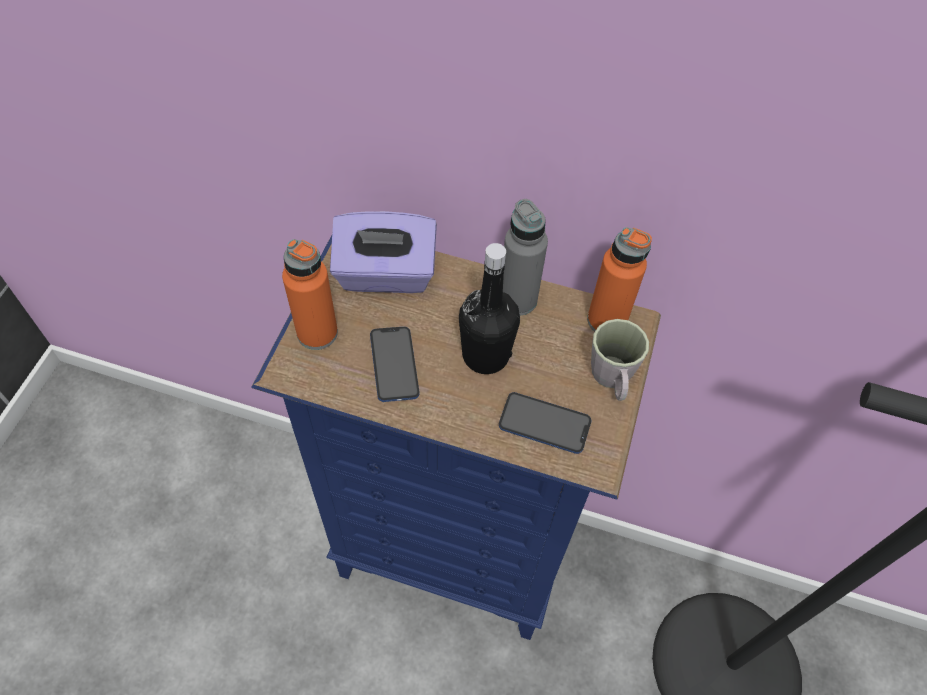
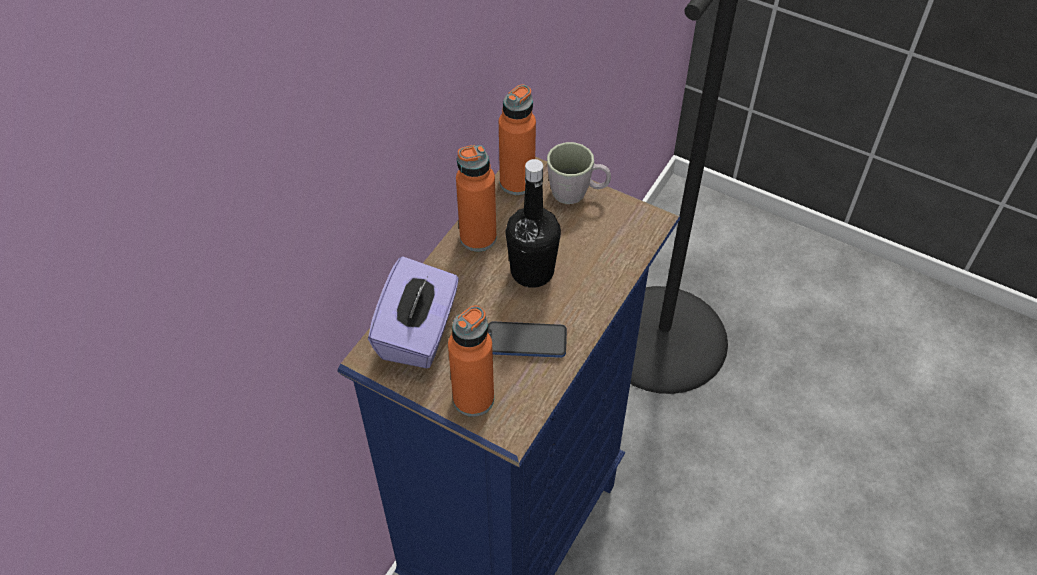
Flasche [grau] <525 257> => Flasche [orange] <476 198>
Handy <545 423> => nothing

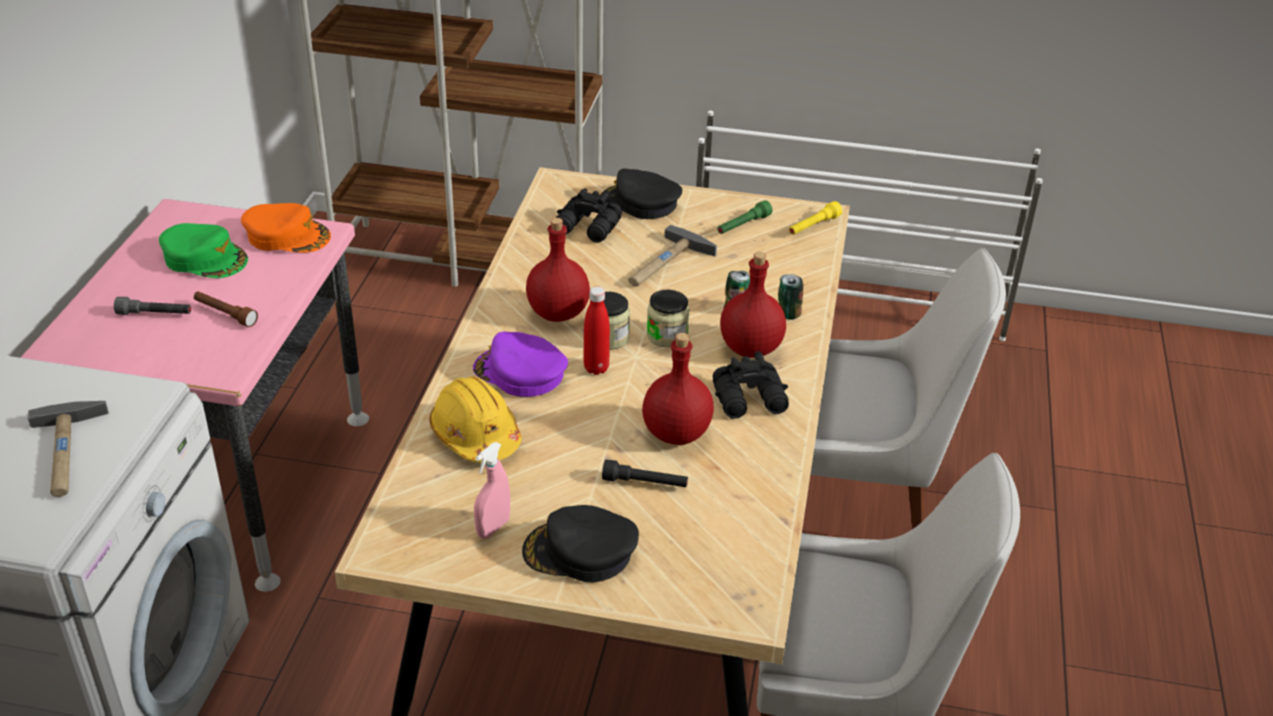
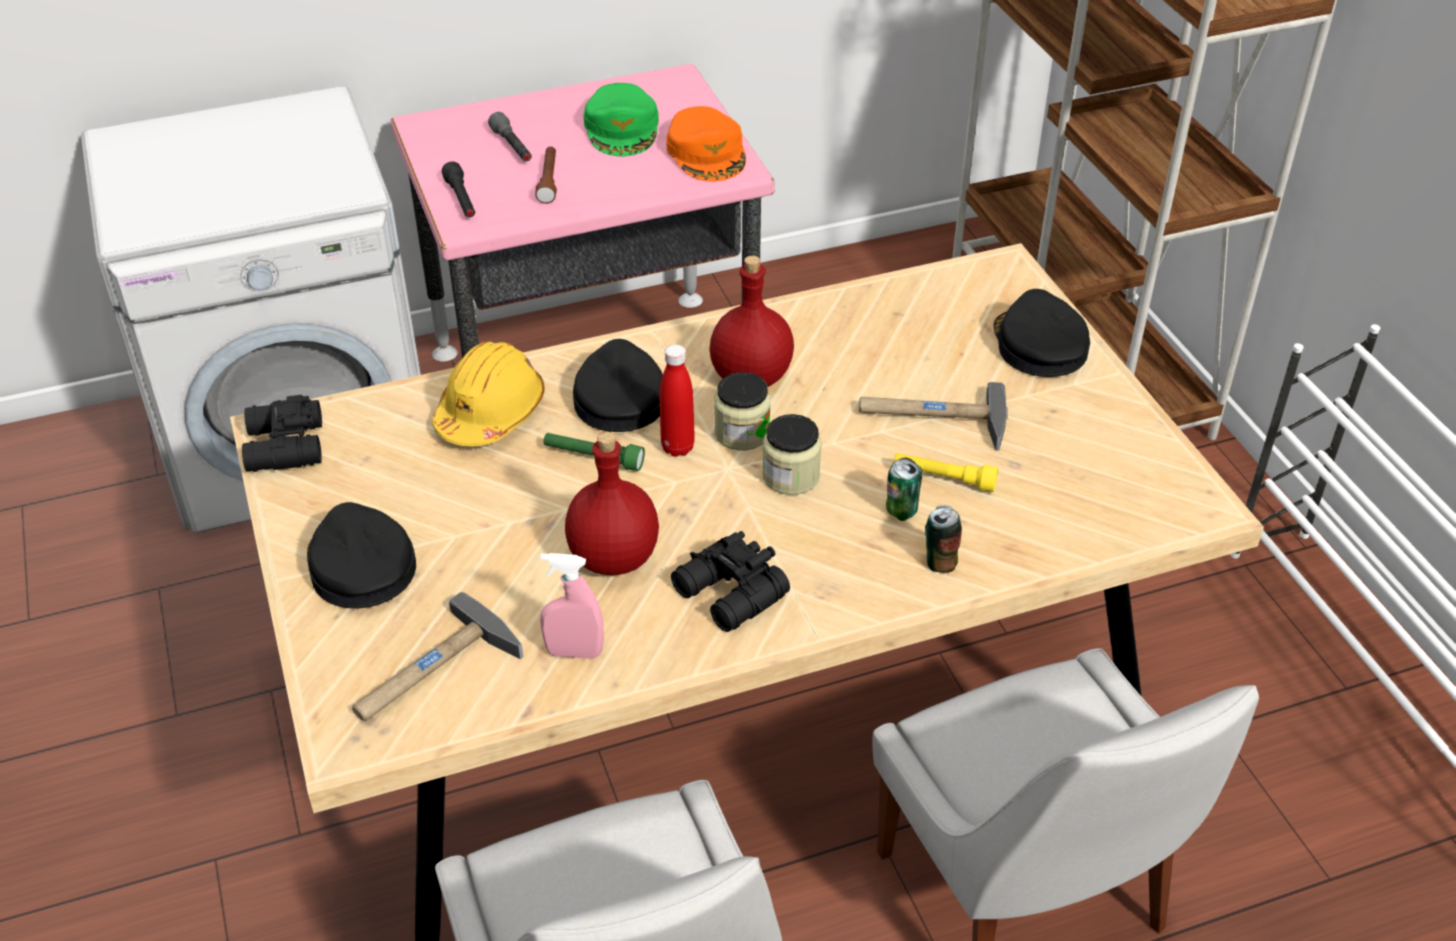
Fernglas [schwarz] <589 215> => Fernglas [schwarz] <282 433>, shifted
Hammer <68 449> => Hammer <437 656>, shifted
Taschenlampe [schwarz] <645 473> => Taschenlampe [schwarz] <458 189>, shifted
Sprühflasche [rosa] <492 490> => Sprühflasche [rosa] <572 606>, shifted
Taschenlampe [grün] <745 217> => Taschenlampe [grün] <594 452>, shifted
Kappe [lila] <520 364> => Kappe [schwarz] <618 385>
Taschenlampe [gelb] <815 218> => Taschenlampe [gelb] <946 472>, shifted
Flasche [rot] <753 305> => nothing

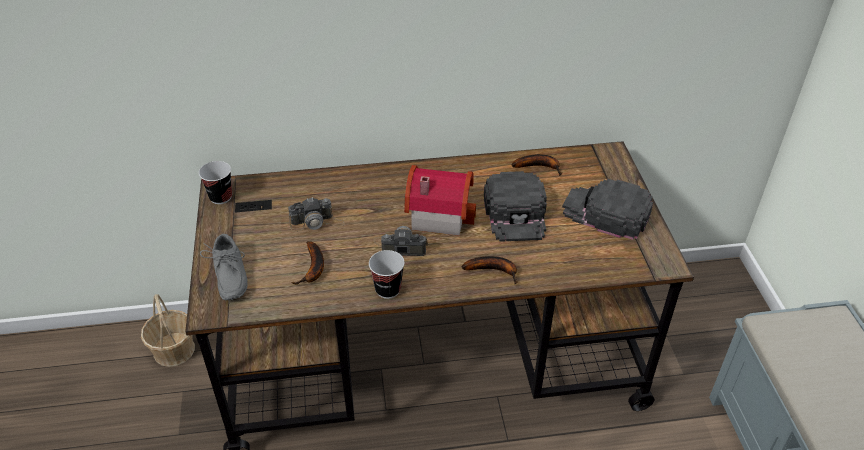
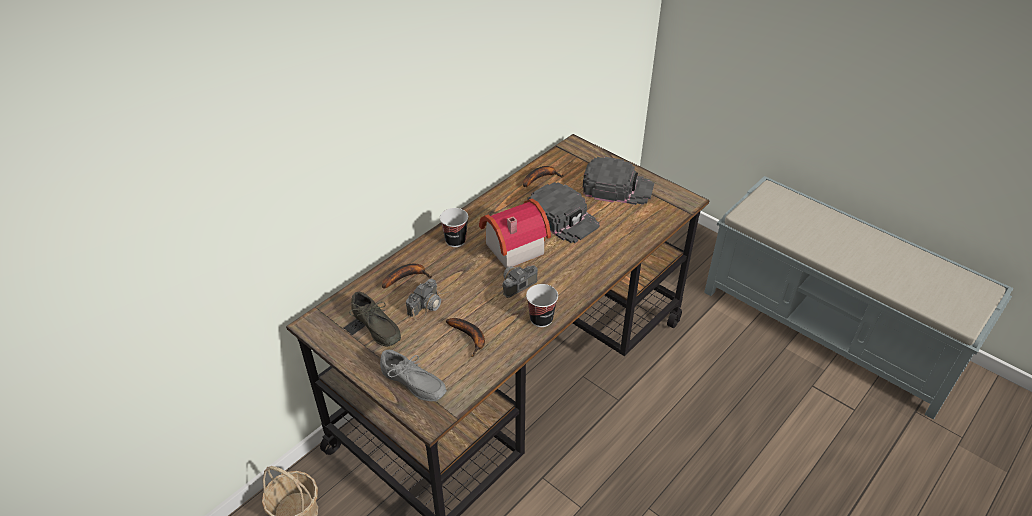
nothing => Schuh [grau] <375 319>
Banane <490 270> => Banane <407 276>, shifted
Tasse <215 182> => Tasse <454 227>, shifted
Kappe [schwarz] <607 209> => Kappe [schwarz] <618 181>, 150 degrees counterclockwise

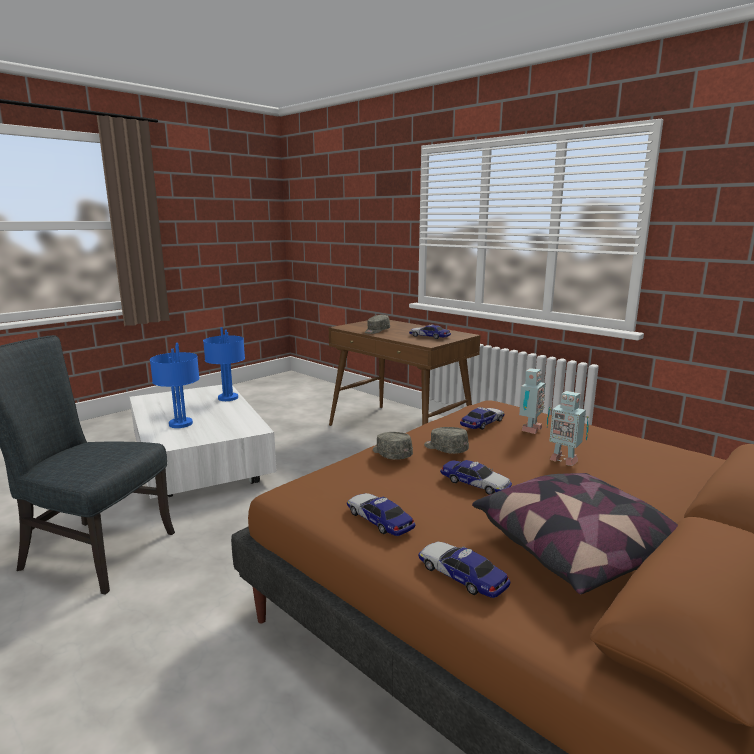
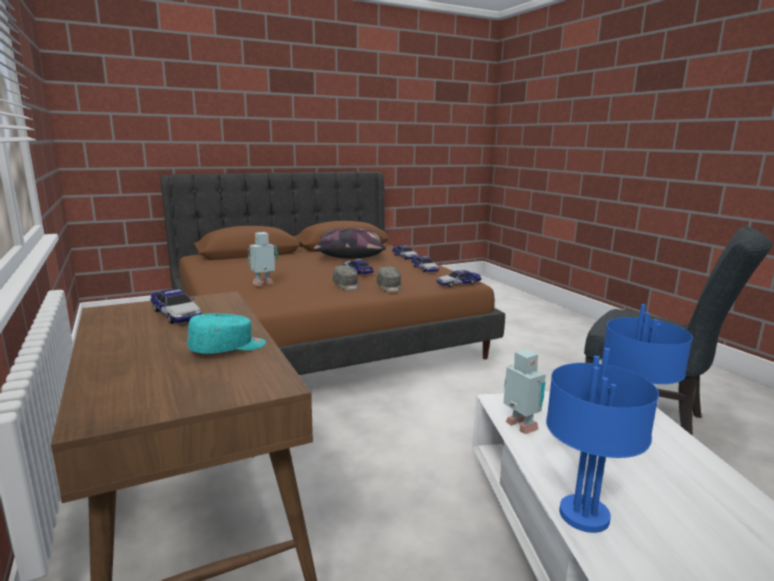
Kappe [grau] <377 324> => Kappe [türkis] <226 333>
Spielzeugauto <482 418> => Spielzeugauto <459 278>, shifted
Spielzeugroboter <568 428> => Spielzeugroboter <524 391>, shifted

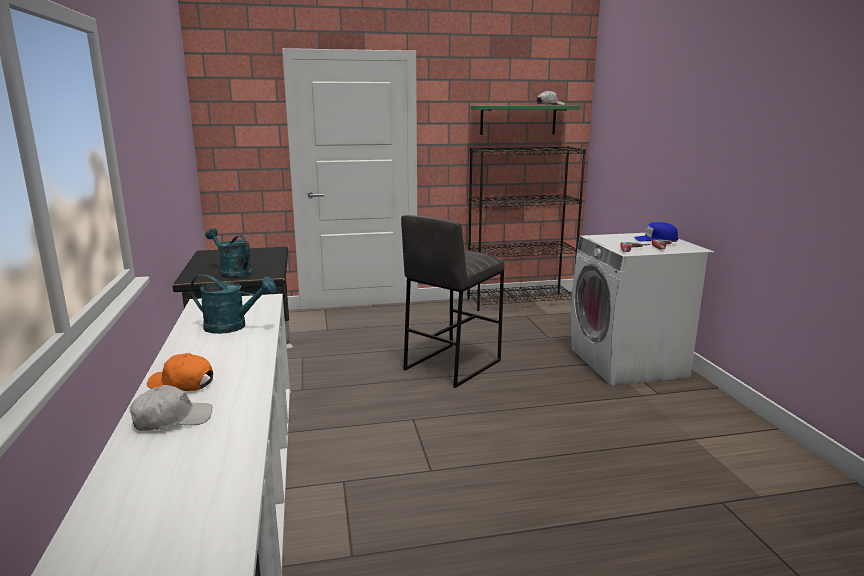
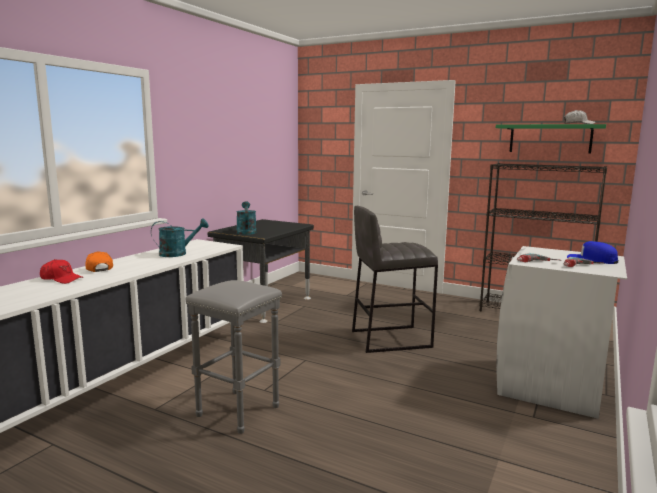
Kappe [weiß] <170 408> => Kappe [rot] <61 271>
Gießkanne [türkis] <233 304> => Gießkanne [türkis] <180 238>, 75 degrees counterclockwise
nothing => Hocker [grau] <233 357>

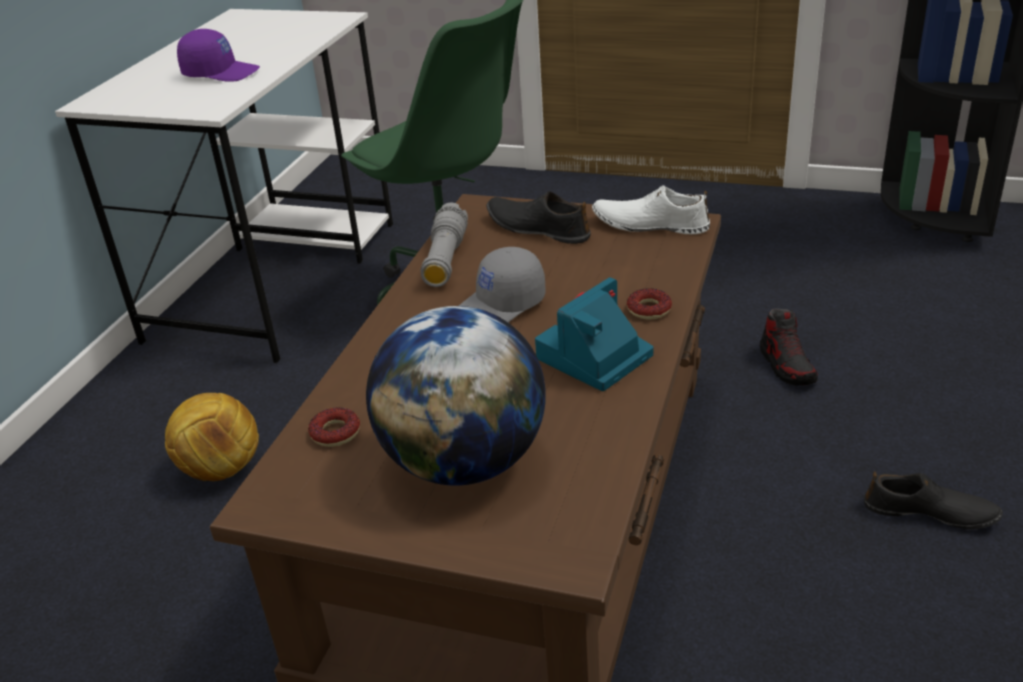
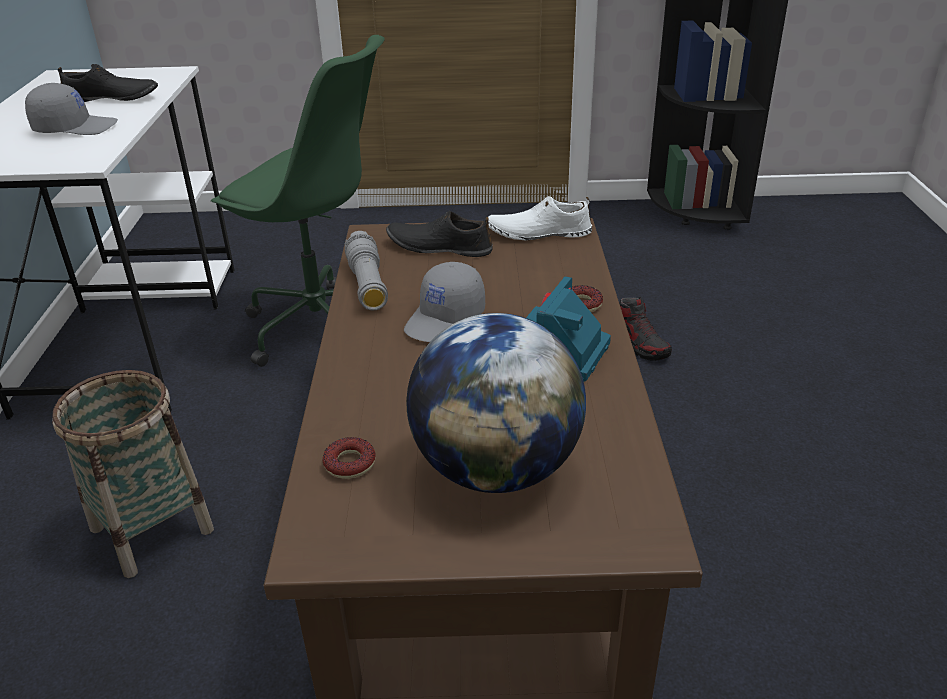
Kappe [lila] <218 55> => Kappe [grau] <71 109>
Fußball <212 437> => Korb <133 474>
Schuh [schwarz] <933 500> => Schuh [schwarz] <108 83>, shifted

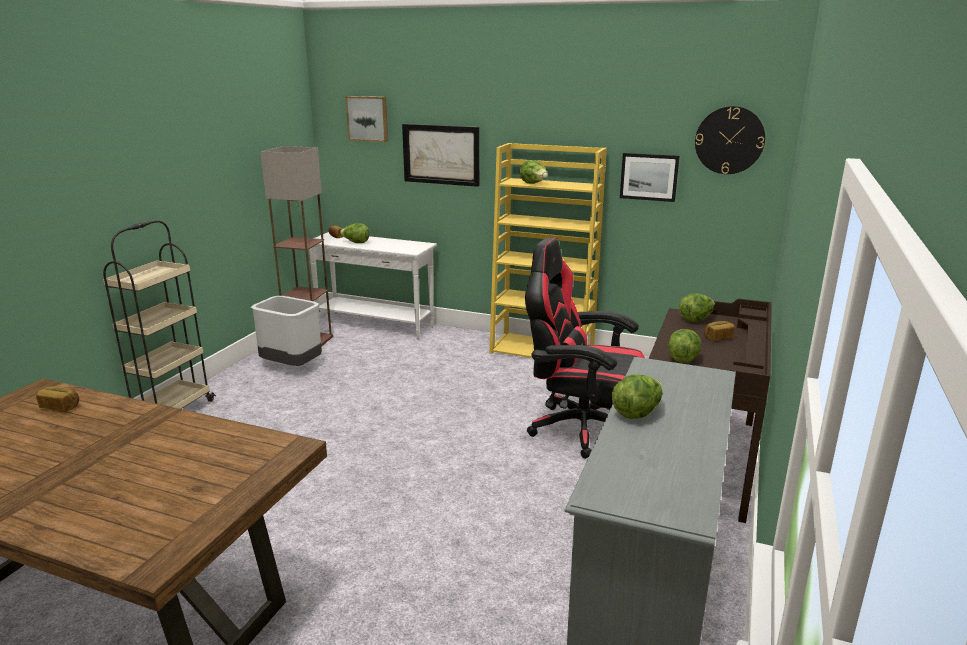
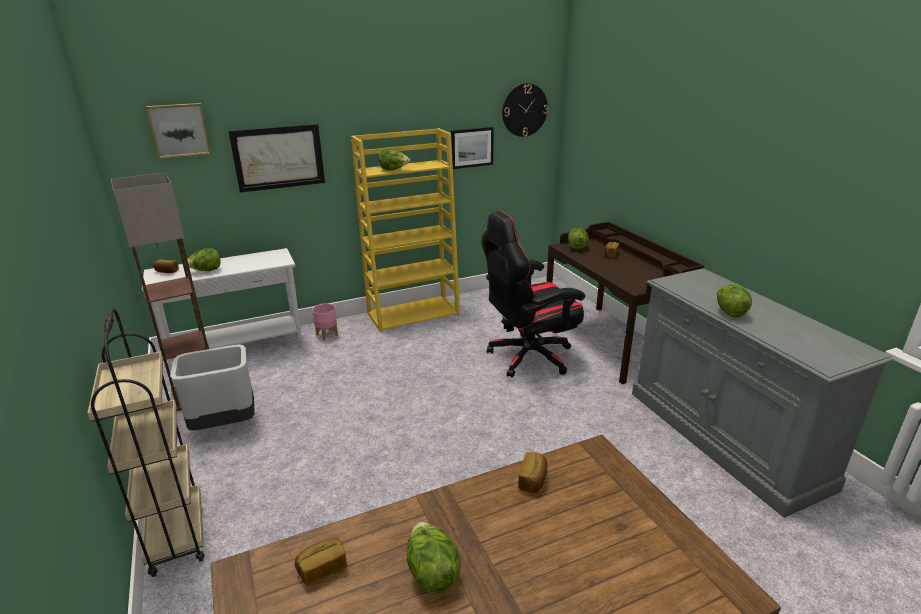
nothing => Pflanzkübel [rosa] <325 322>
Salatkopf <684 346> => Salatkopf <434 558>, shifted
nothing => Brot <532 472>

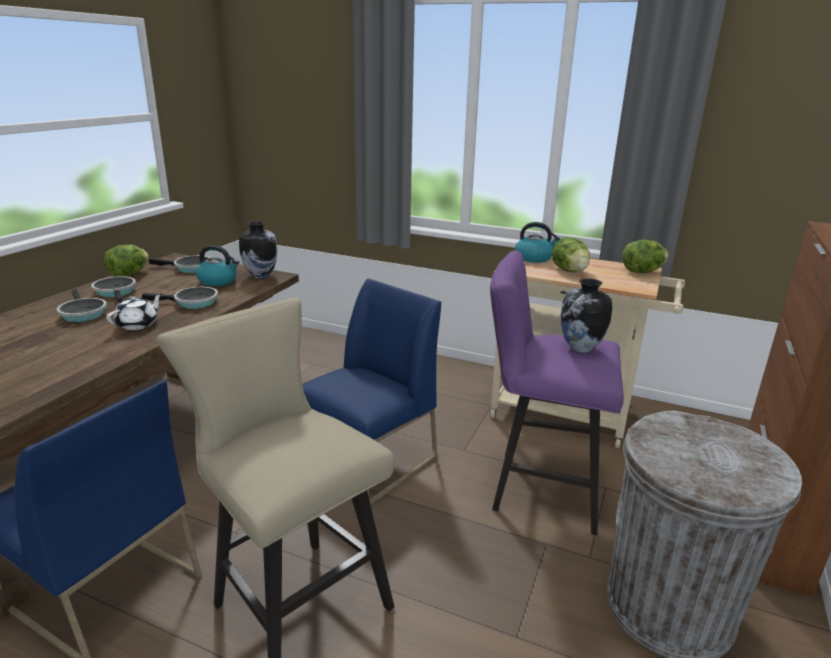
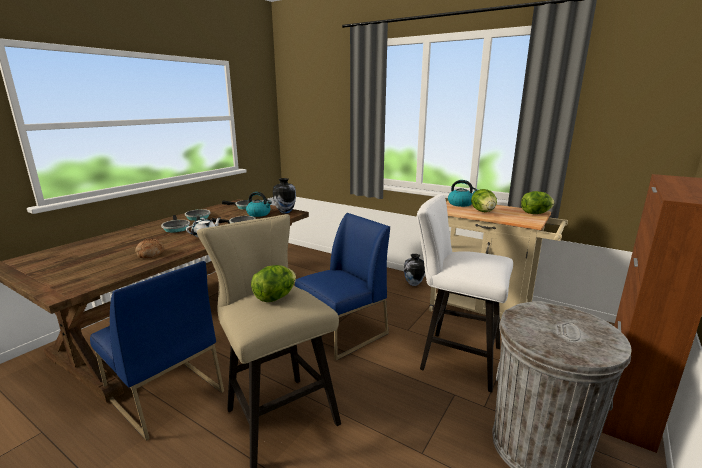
nothing => Brot <149 248>
Salatkopf <126 261> => Salatkopf <273 283>, shifted
Vase <586 315> => Vase <414 270>, shifted
Hocker [lila] <557 393> => Hocker [weiß] <465 293>

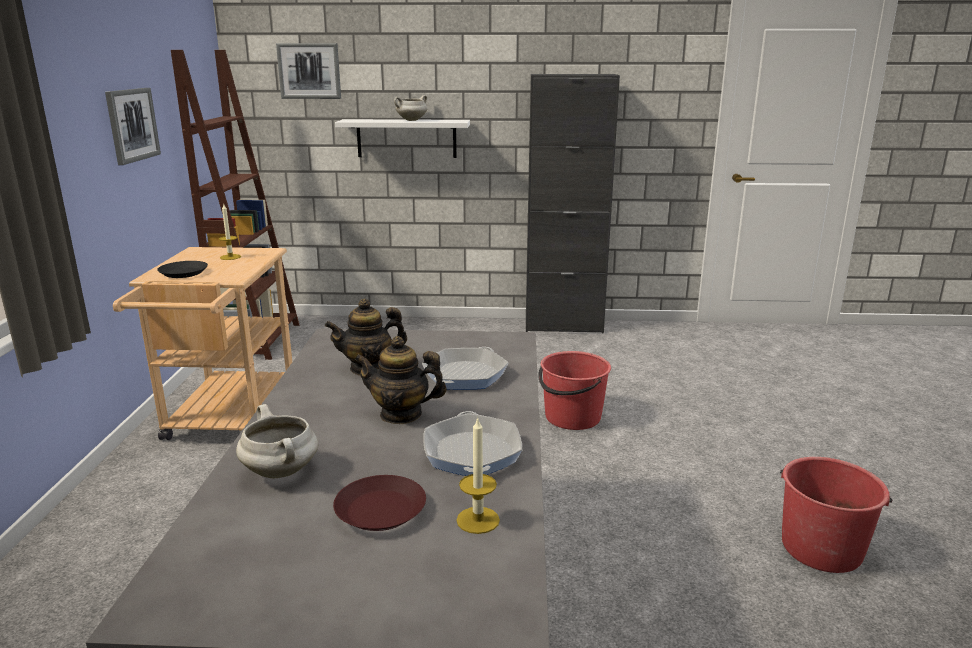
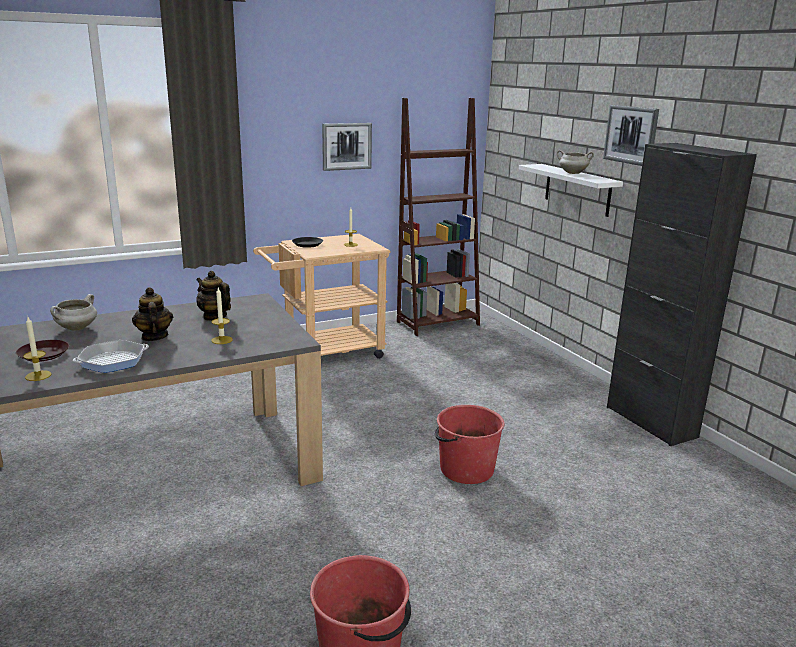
Pfanne <465 368> => Kerze <222 316>
Bild <308 71> => Bild <631 135>, shifted

